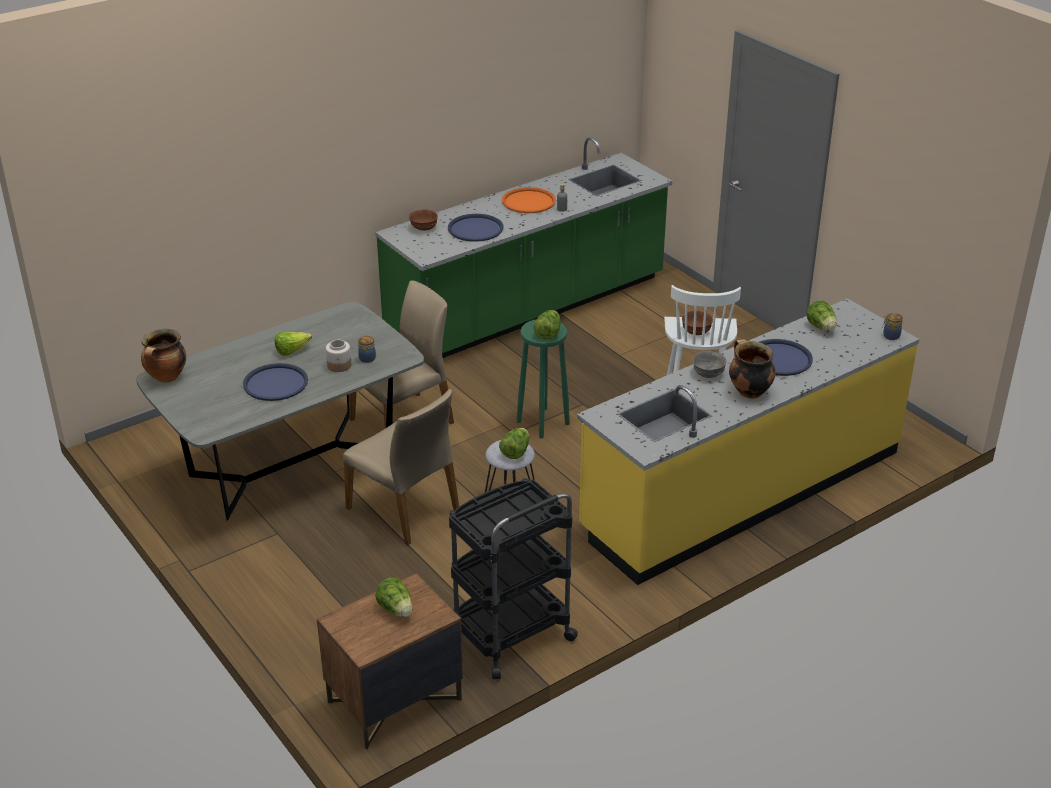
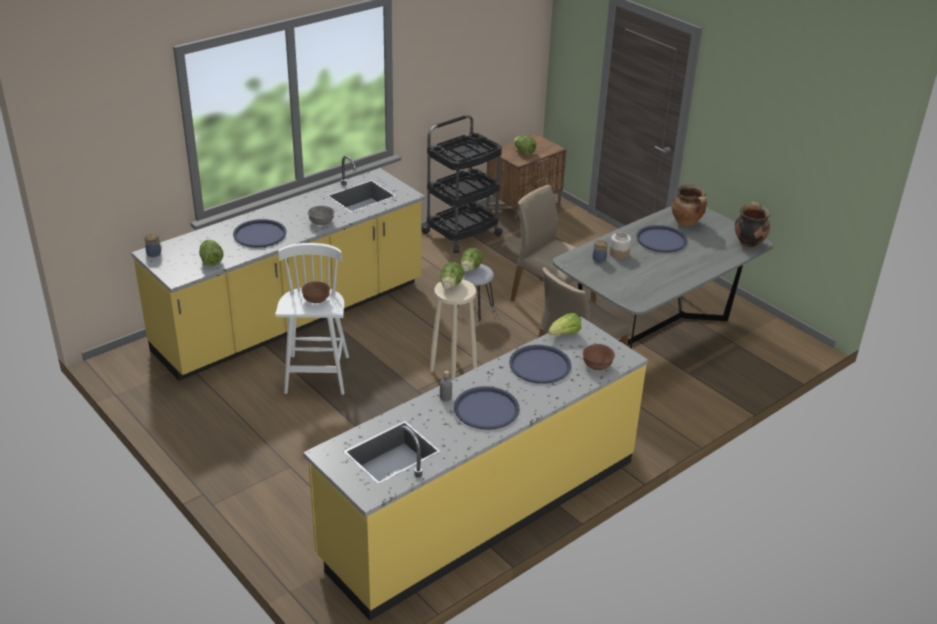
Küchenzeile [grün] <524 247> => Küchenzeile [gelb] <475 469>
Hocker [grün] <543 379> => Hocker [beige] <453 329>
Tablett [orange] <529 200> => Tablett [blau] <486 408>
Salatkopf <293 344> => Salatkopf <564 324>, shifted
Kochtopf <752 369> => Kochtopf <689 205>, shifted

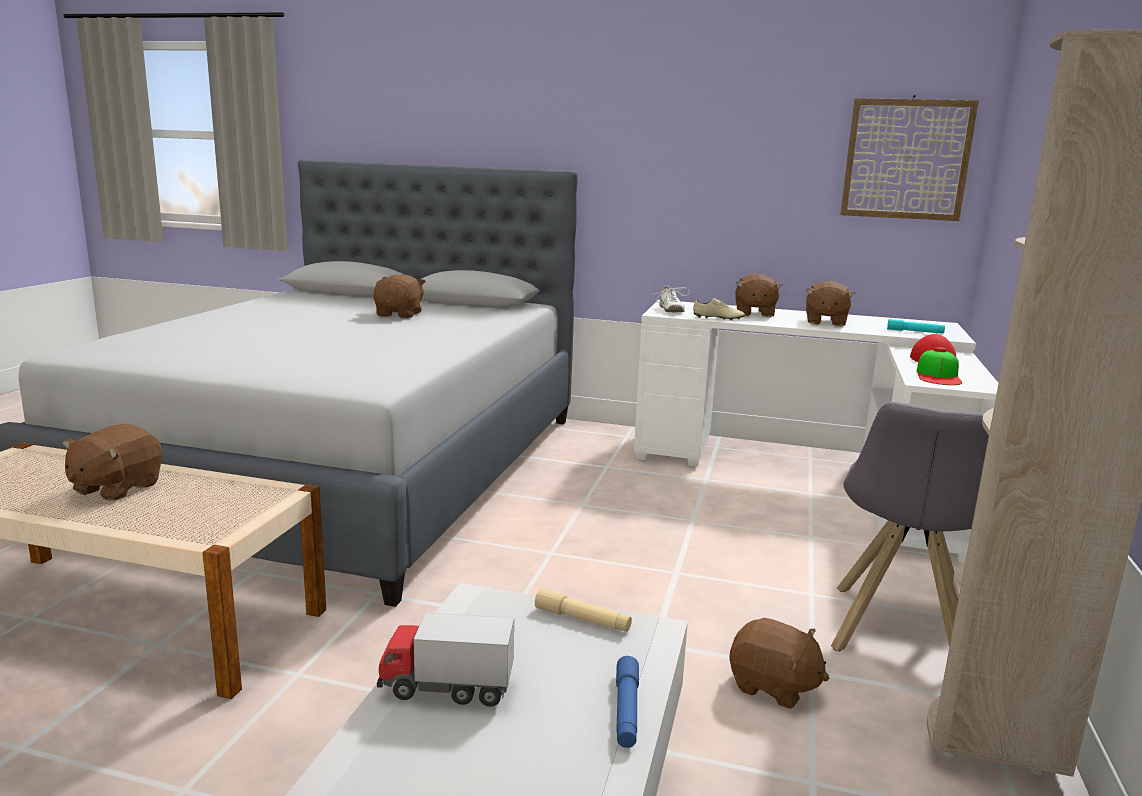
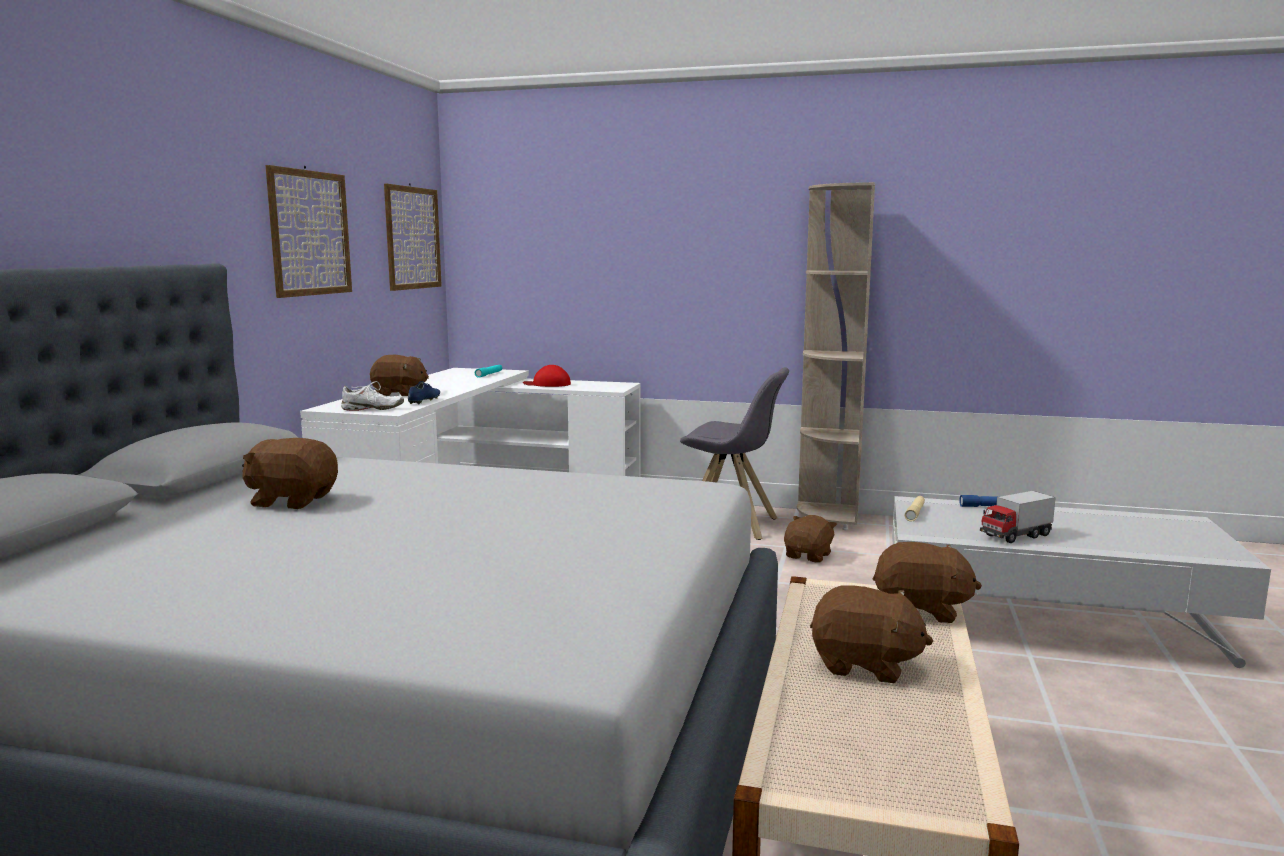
nothing => Bild <308 231>
Schuh [beige] <719 309> => Schuh [blau] <424 392>
Plüschtier [braun] <830 304> => Plüschtier [braun] <927 582>, shifted
Spielzeuglaster <445 660> => Spielzeuglaster <1018 517>, 60 degrees clockwise
Kappe <939 366> => nothing

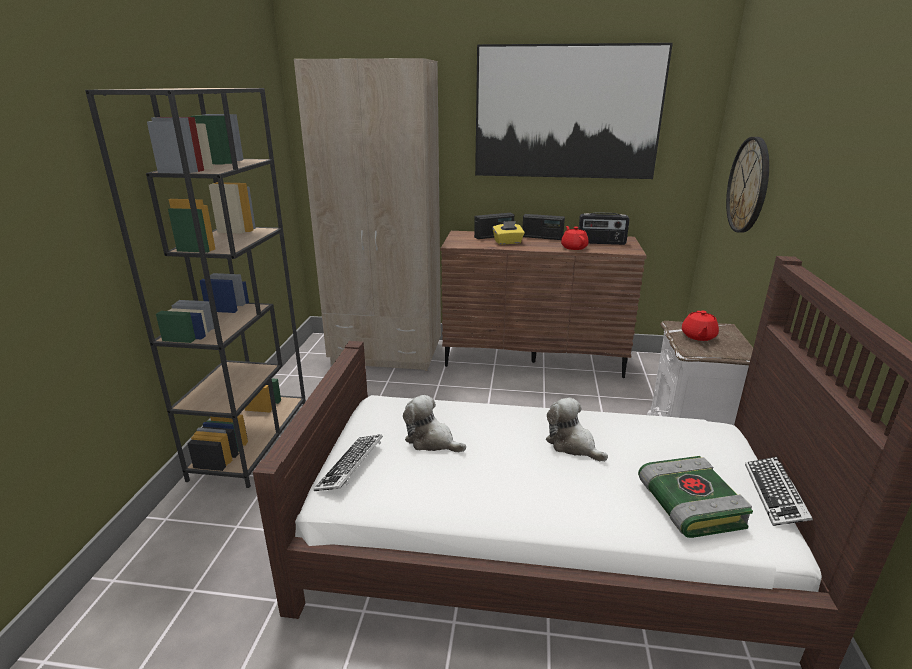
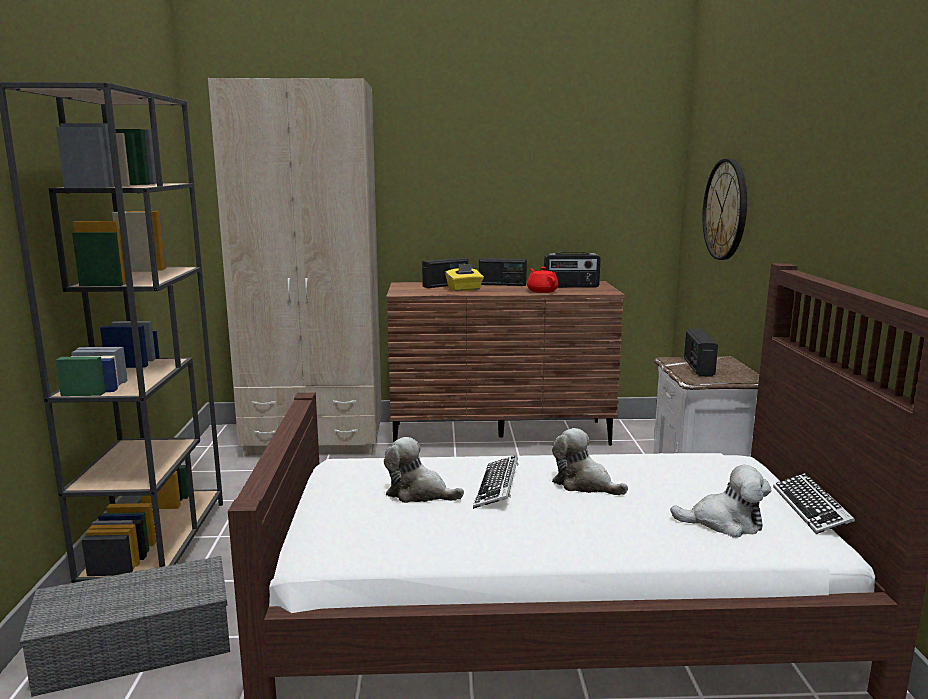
nothing => Aufbewahrungsbox [grau] <125 626>
Tastatur <348 462> => Tastatur <495 482>, shifted
Buch <695 497> => Plüschtier <720 501>
Teekanne [rot] <700 326> => Radio <701 353>
Bild <574 111> => nothing

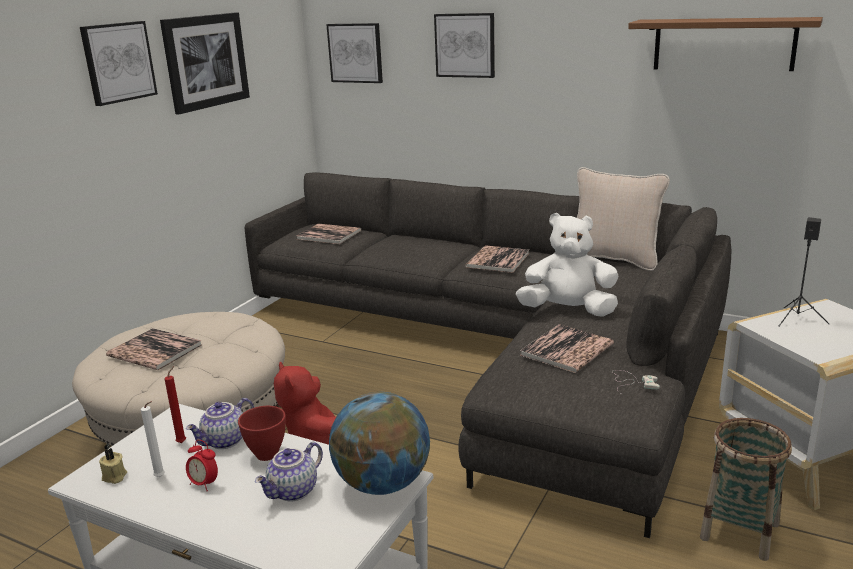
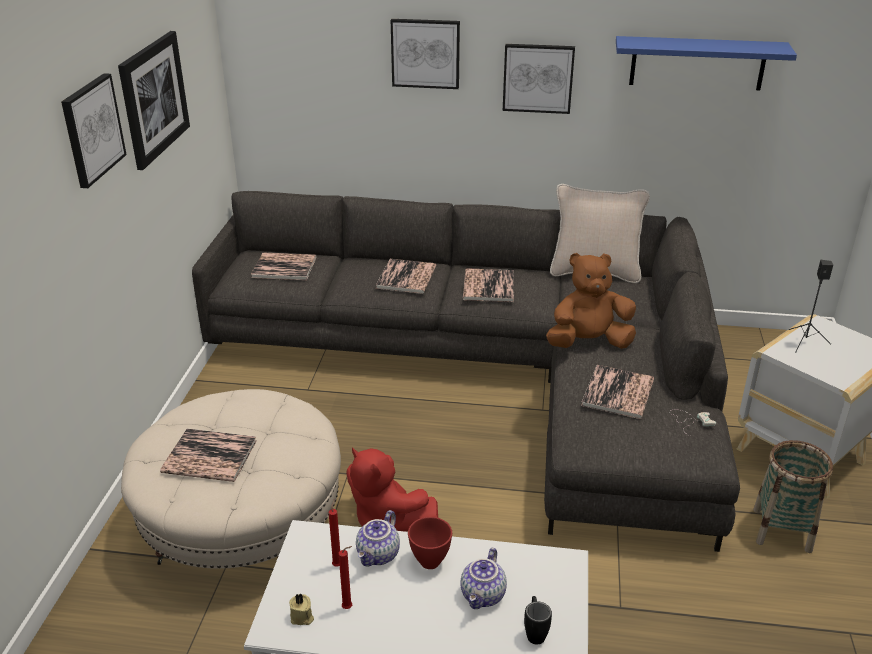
Kerze [weiß] <153 439> => Kerze [rot] <345 577>
nothing => Buch <406 276>
Bild <354 53> => Bild <539 79>, shifted
nothing => Henkelbecher [schwarz] <538 620>
Plüschtier [weiß] <567 265> => Plüschtier [braun] <591 301>
Wandregal [braun] <725 44> => Wandregal [blau] <706 63>
Wecker <202 465> => nothing
Globus <379 443> => nothing

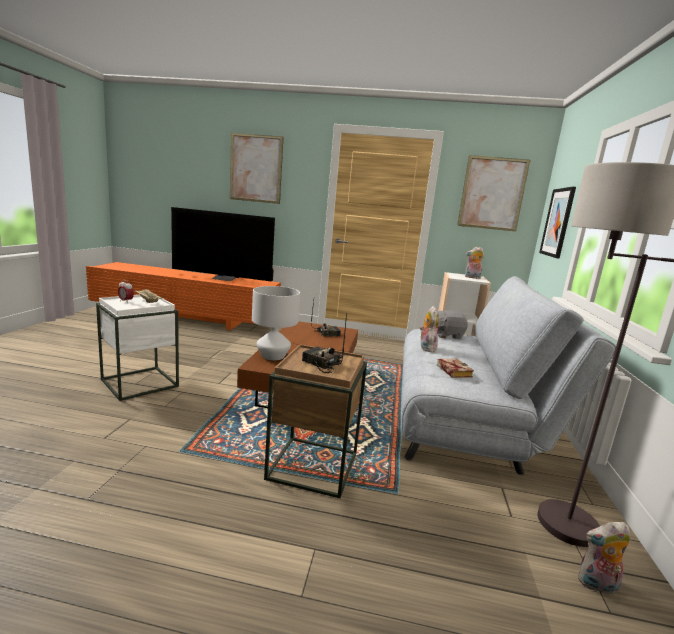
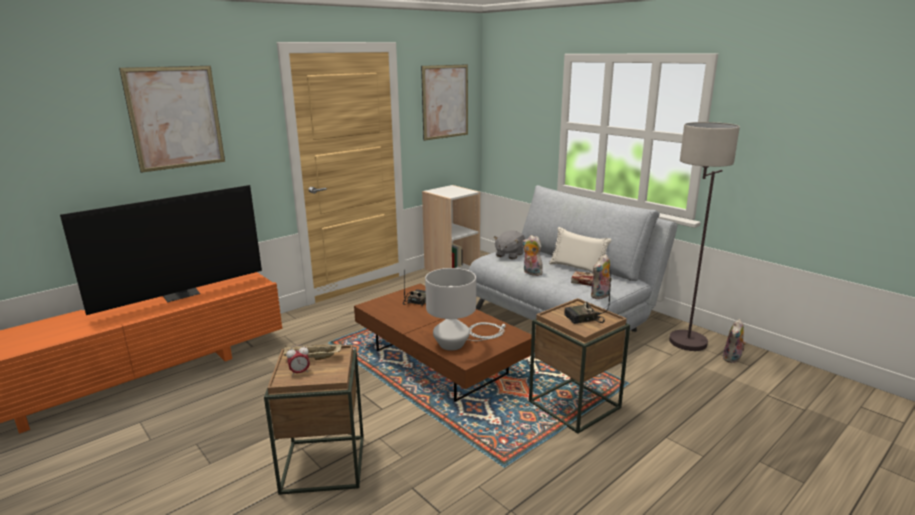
Beistelltisch [weiß] <137 348> => Beistelltisch [braun] <314 420>
nothing => Kissen [weiß] <580 250>
Plüschtier <474 263> => Plüschtier <601 277>, shifted
Bild <557 223> => nothing

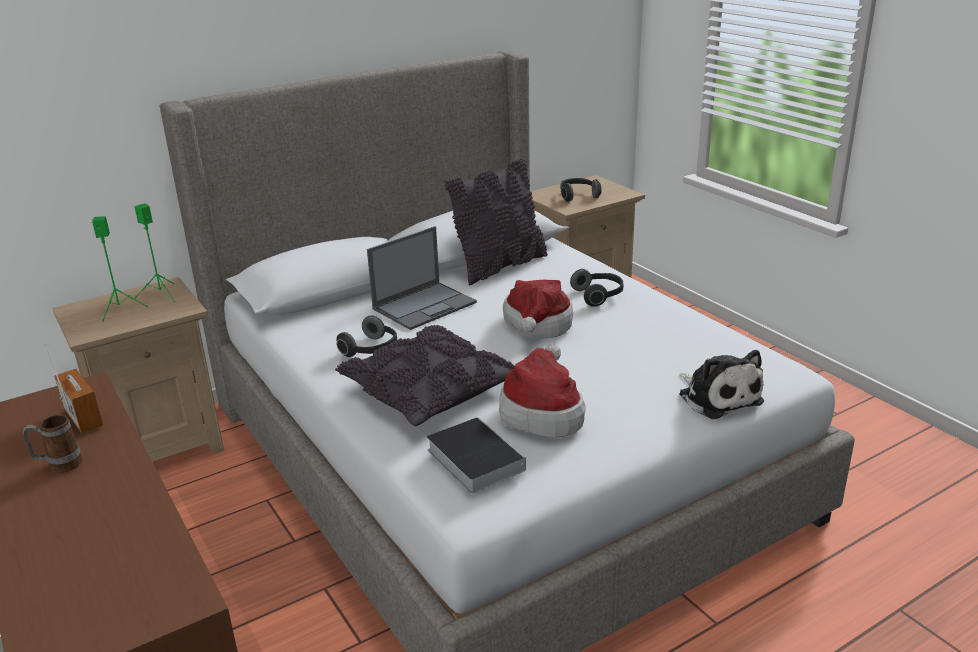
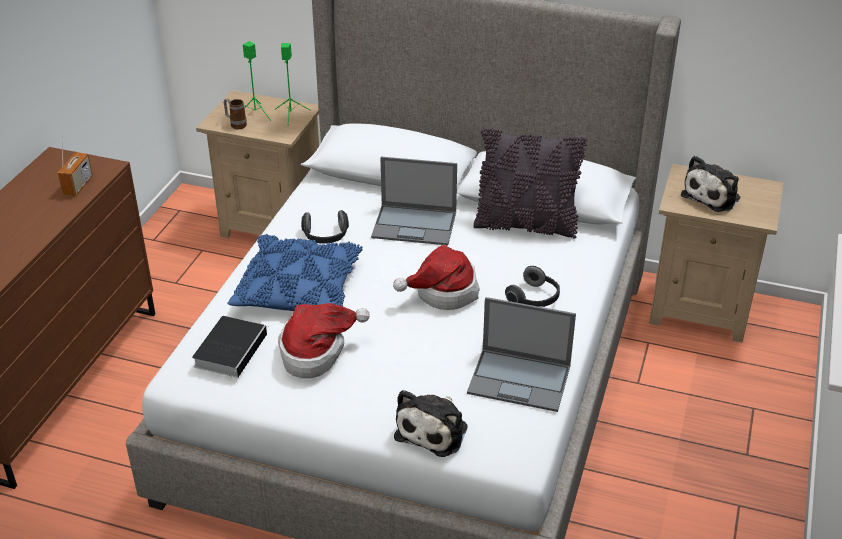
Henkelbecher <52 443> => Henkelbecher <235 113>, shifted
Kissen [schwarz] <425 375> => Kissen [blau] <295 272>
nothing => Laptop <521 354>
Kopfhörer <581 190> => Plüschtier <710 184>

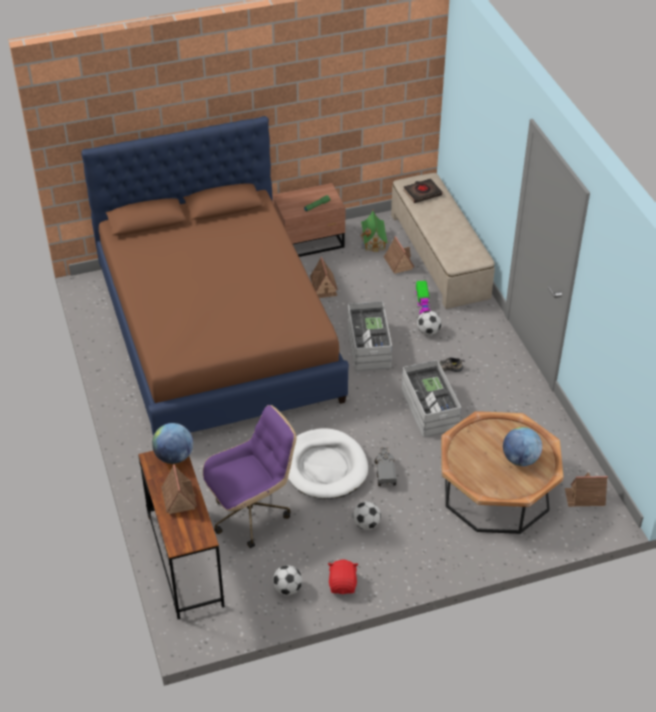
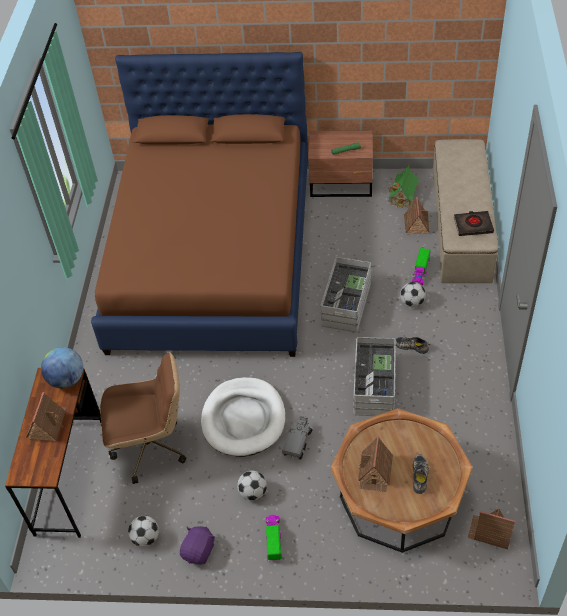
Bürostuhl [lila] <249 476> => Bürostuhl [braun] <143 418>
Plüschtier [rot] <343 577> => Plüschtier [lila] <197 545>
nothing => Spielzeuglaster <274 538>
Spielzeughaus <324 277> => Spielzeughaus <375 464>, shifted
Globus <522 446> => Schuh <421 474>
Buch [schwarz] <423 190> => Buch [schwarz] <474 223>, shifted

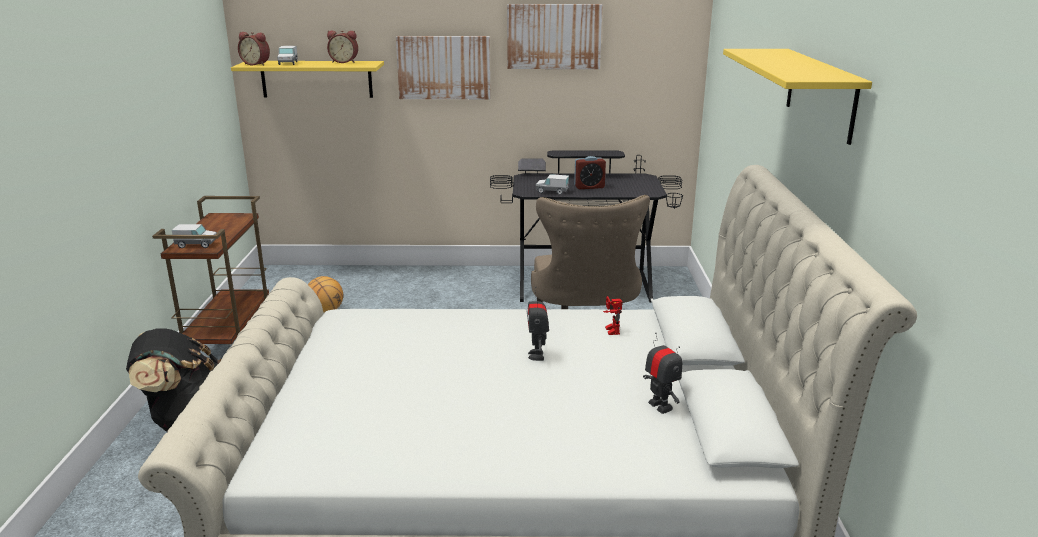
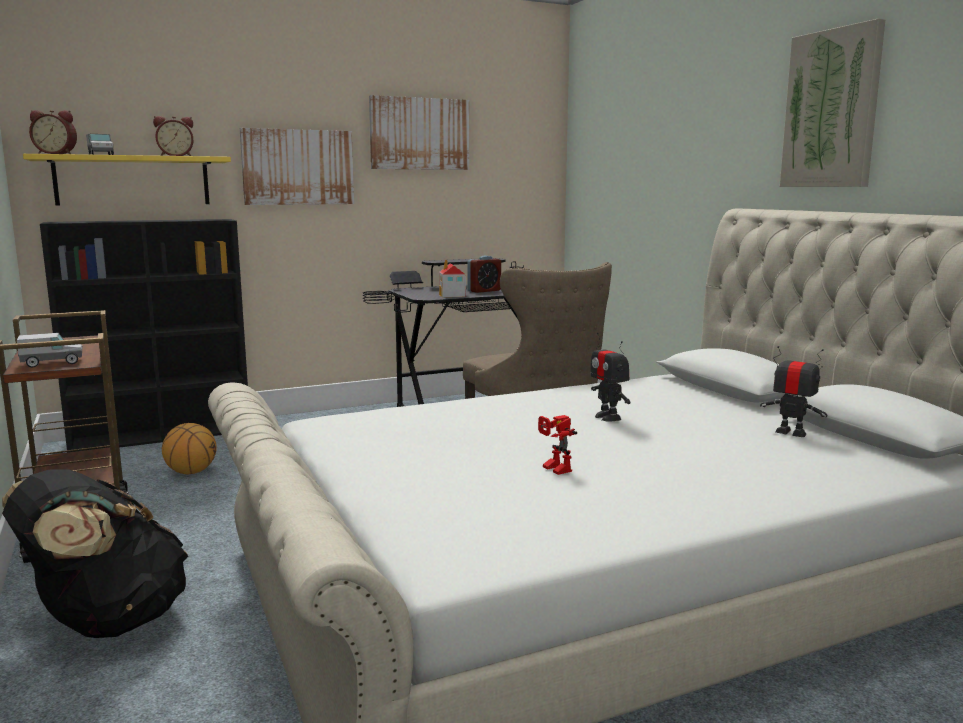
nothing => Bücherregal [schwarz] <144 335>
Spielzeuglaster <552 184> => Spielzeughaus <452 278>
Spielzeugroboter <613 315> => Spielzeugroboter <557 445>, shifted
Wandregal [gelb] <797 97> => Bild <832 102>

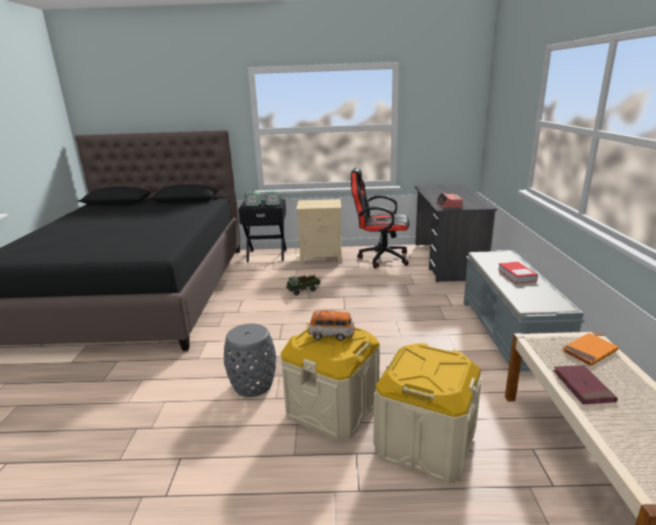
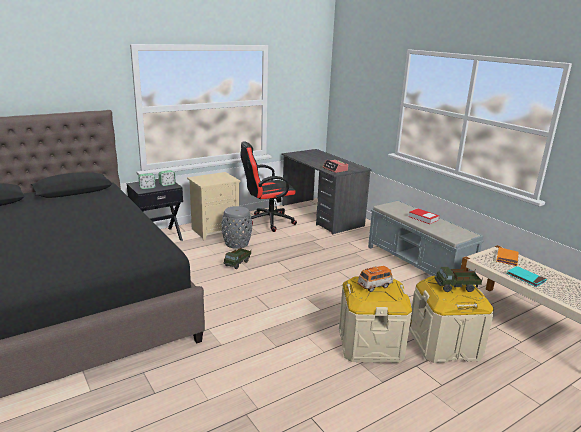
Hocker [grau] <250 360> => Hocker [grau] <236 227>, shifted
nothing => Spielzeuglaster <459 279>
Buch [rot] <585 384> => Buch [türkis] <526 276>

